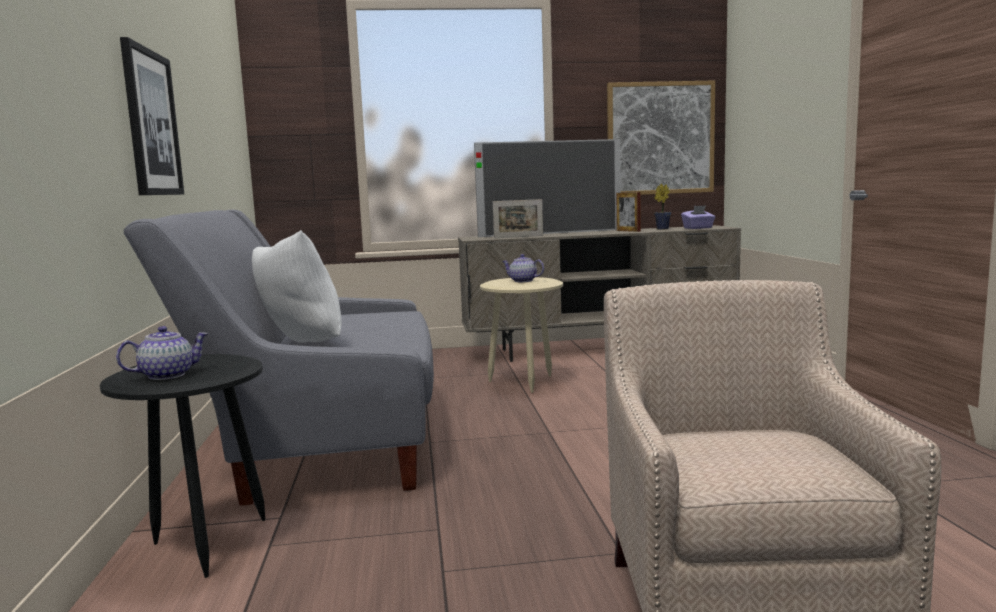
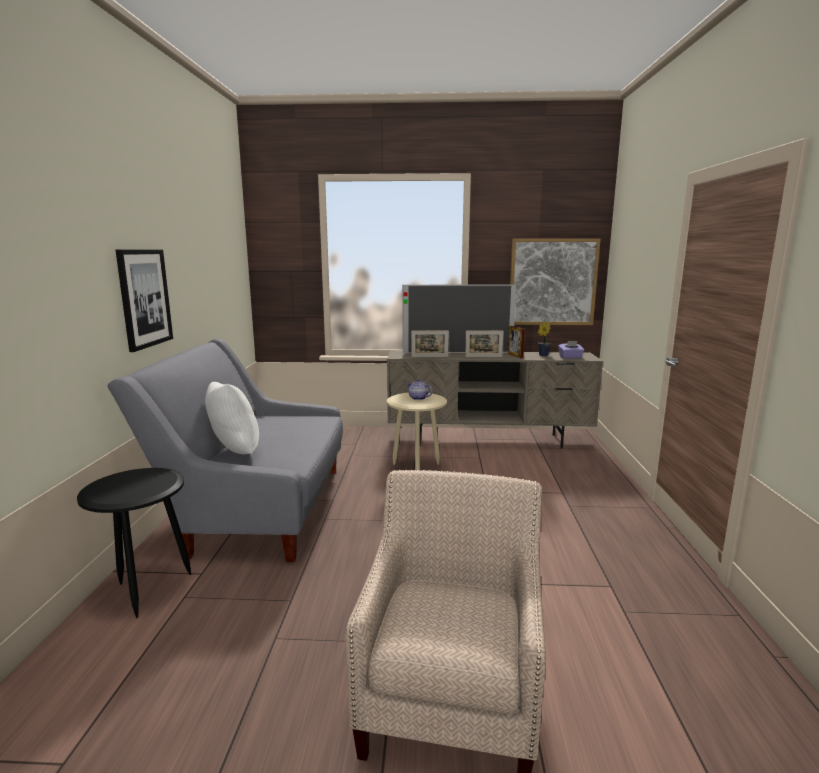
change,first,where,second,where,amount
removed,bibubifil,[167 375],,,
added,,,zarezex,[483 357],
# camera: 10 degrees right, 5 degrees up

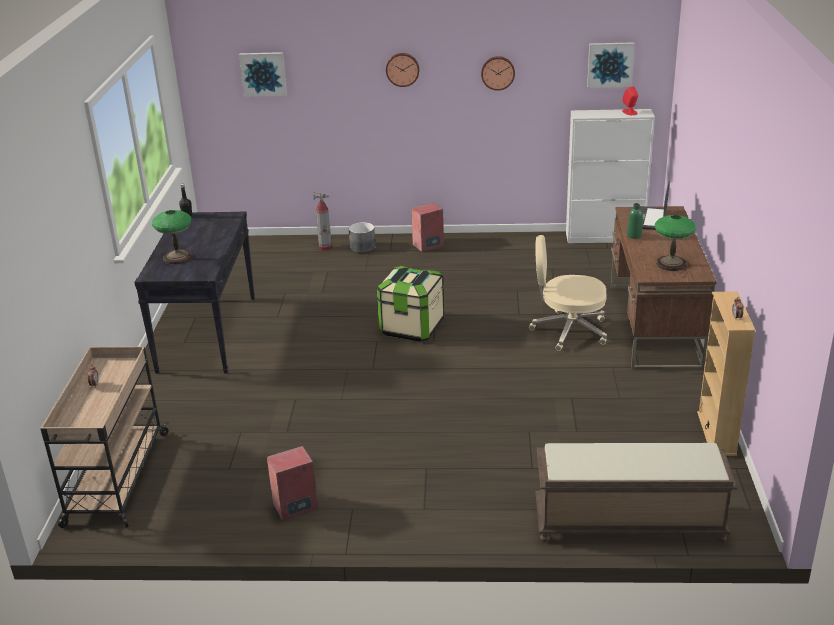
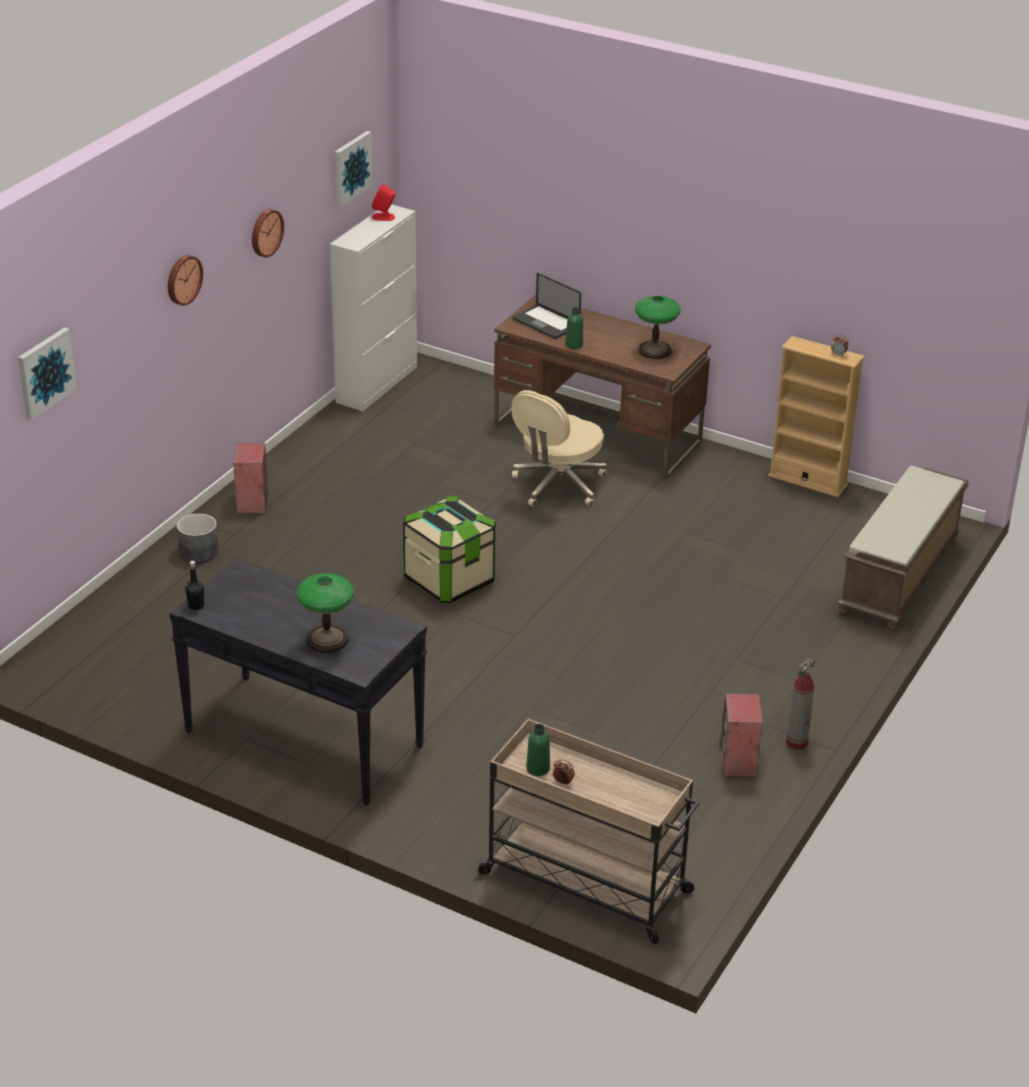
change,first,where,second,where,amount
added,,,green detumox,[538 769],
moved,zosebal,[325 248],,[797 742],
# camera: 65 degrees left, 5 degrees up

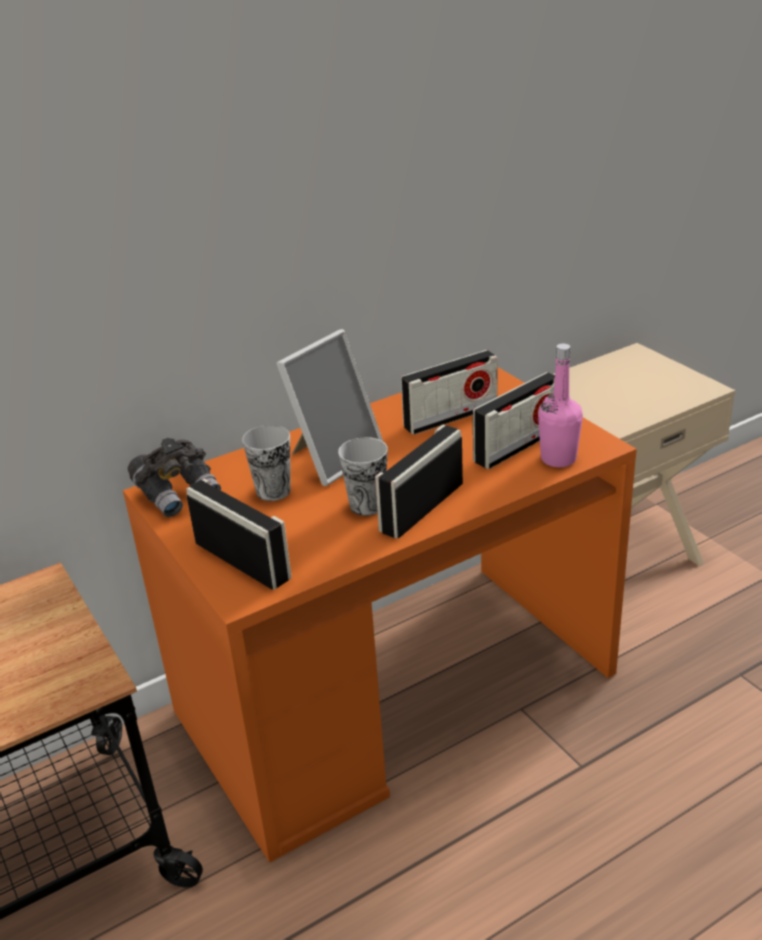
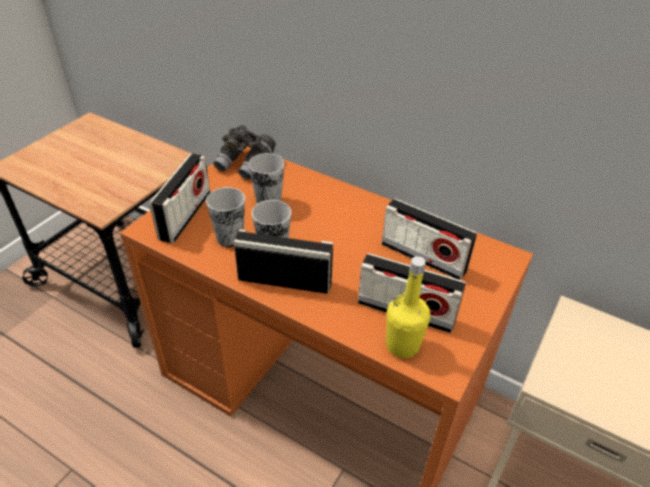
change,first,where,second,where,amount
removed,zarezex,[334 457],,,
added,,,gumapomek,[230 237],
recoloured,pink detumox,[558 459],yellow detumox,[402 345],
# camera: 60 degrees right, 10 degrees up

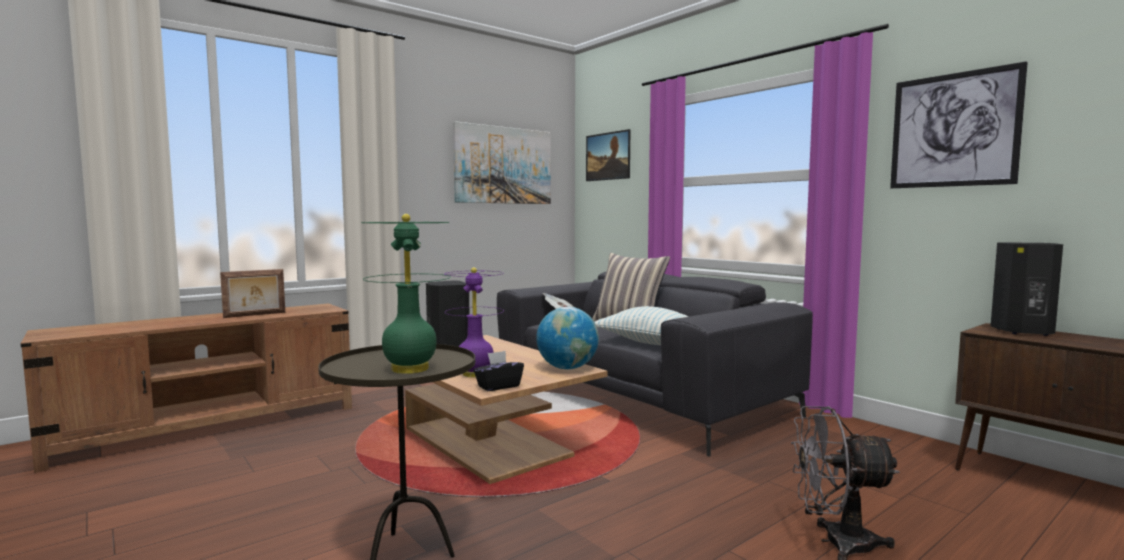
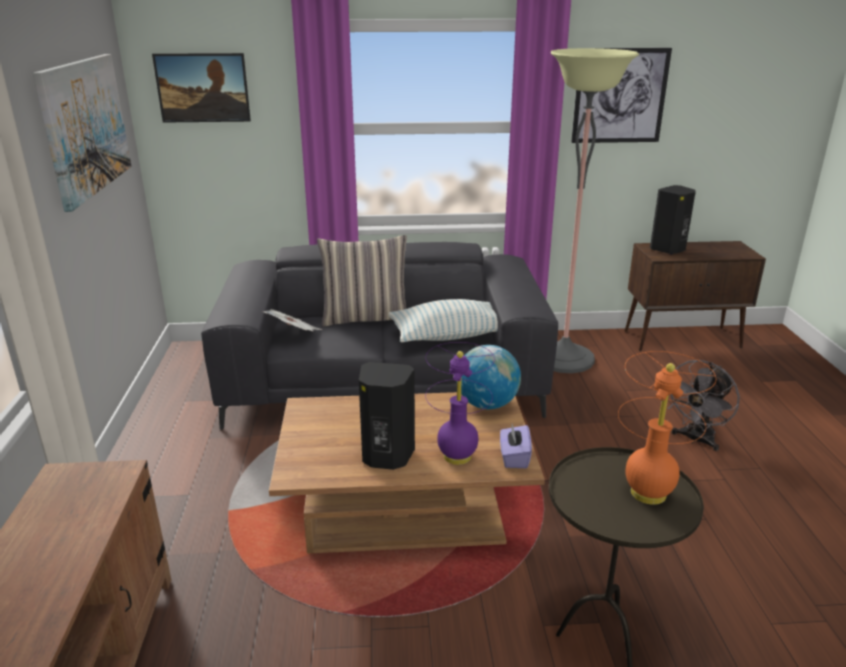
change,first,where,second,where,amount
removed,zarezex,[255 315],,,
added,,,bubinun,[563 358],
recoloured,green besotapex,[410 369],orange besotapex,[648 493],
recoloured,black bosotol,[498 386],purple bosotol,[514 457],
# camera: 55 degrees left, 20 degrees up

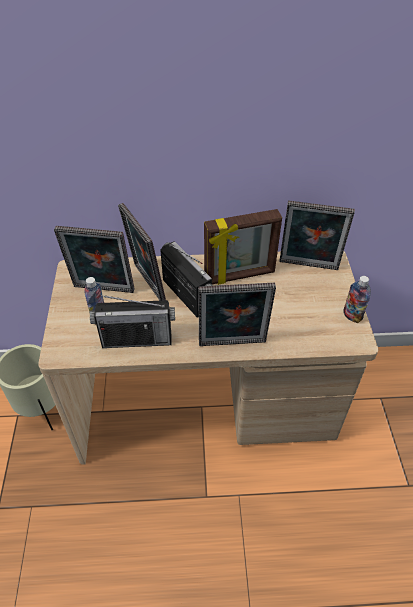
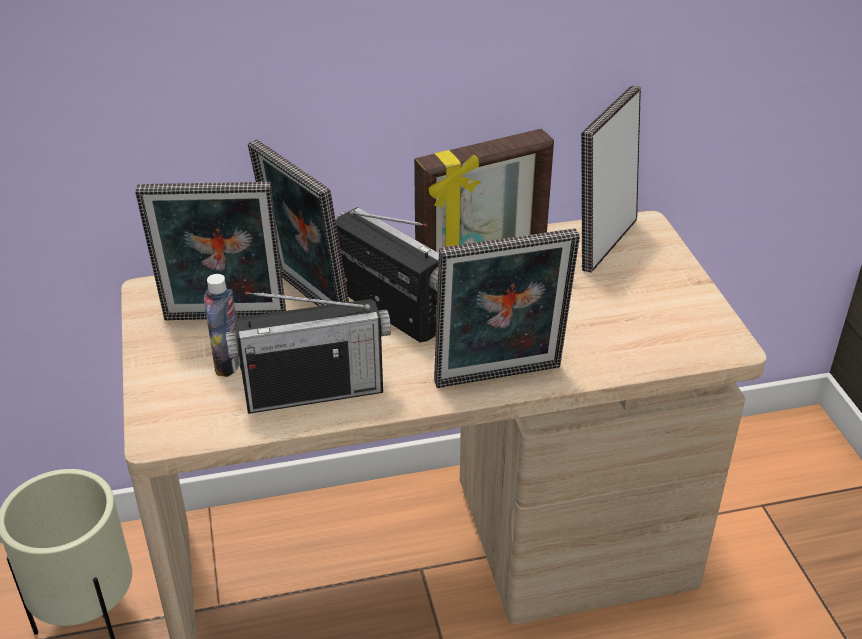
change,first,where,second,where,amount
removed,detumox,[352 316],,,
turned,zarezex,[308 267],,[603 242],120 degrees clockwise
# camera: 10 degrees left, 10 degrees down

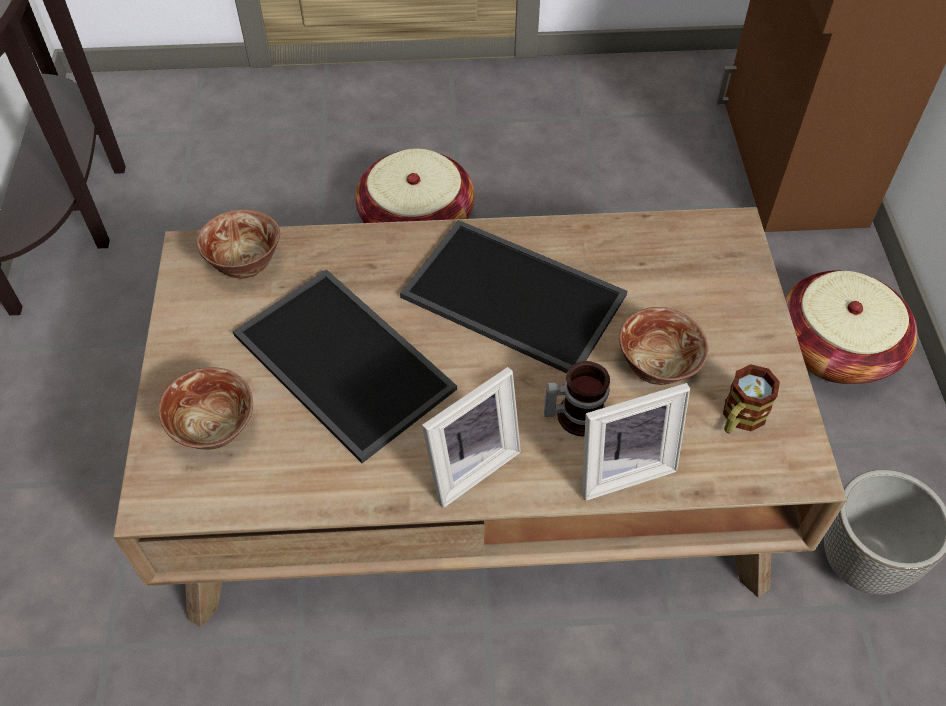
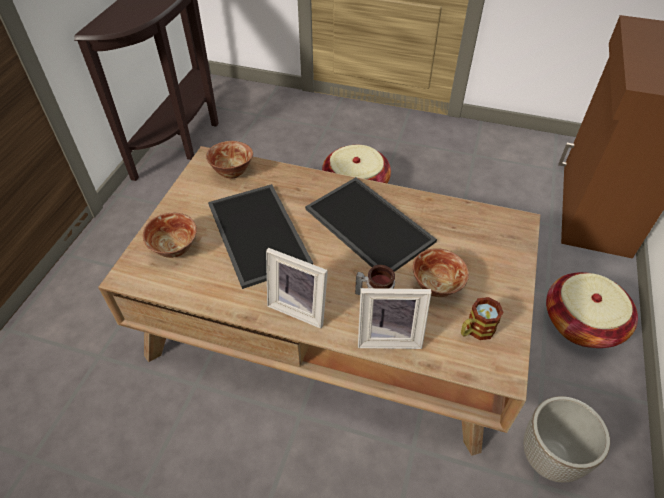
change,first,where,second,where,amount
turned,zarezex,[468 464],,[300 307],45 degrees clockwise
# camera: 20 degrees right, 5 degrees down

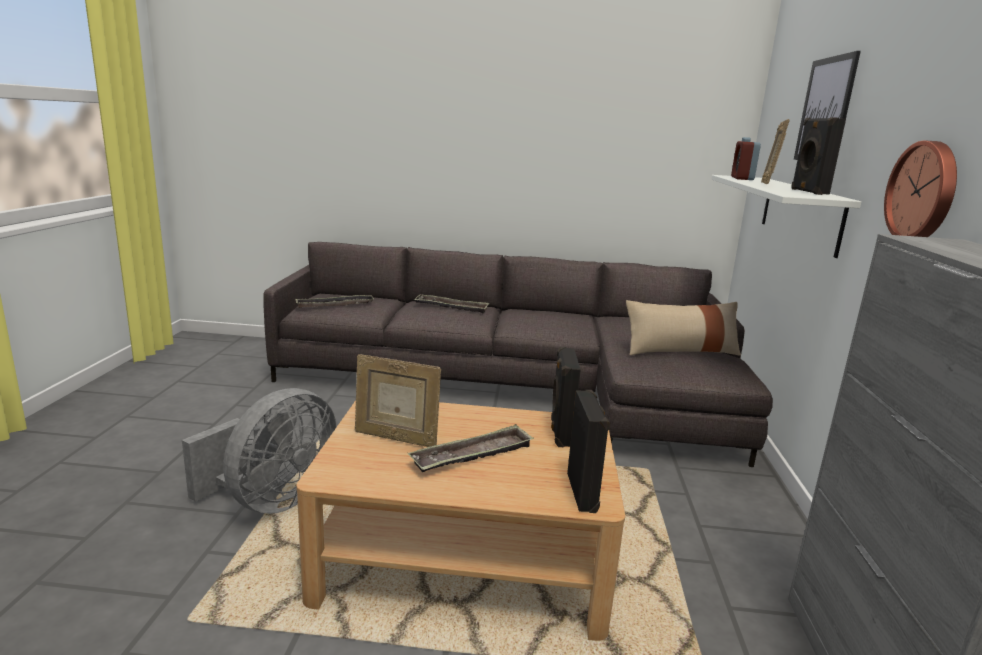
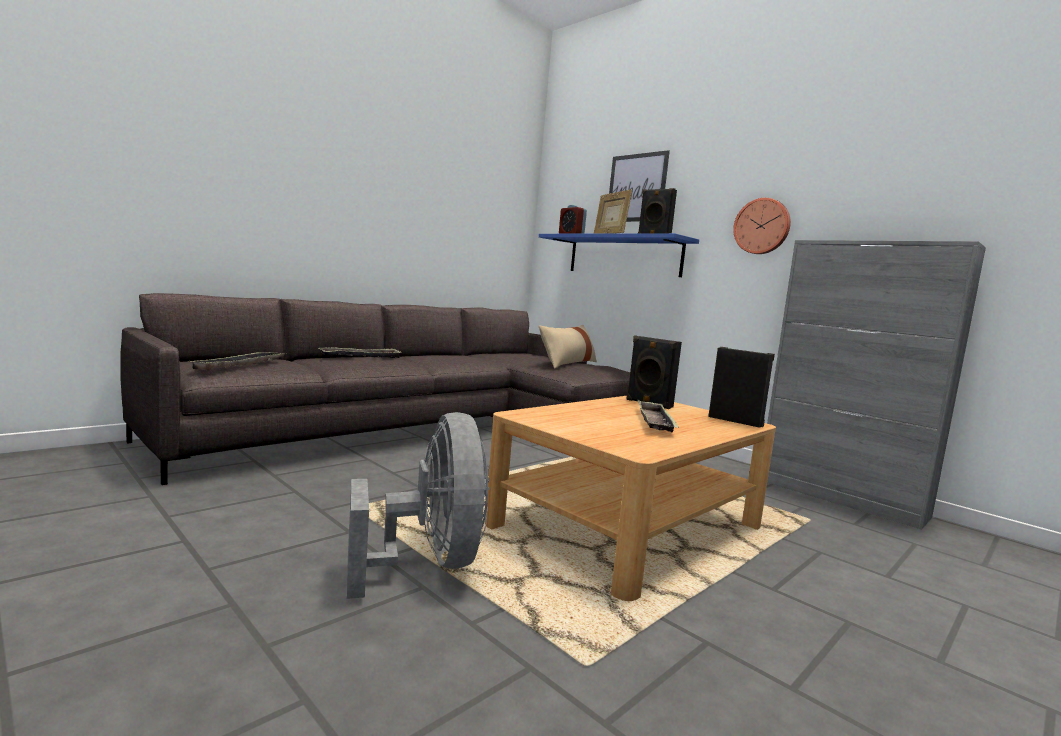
change,first,where,second,where,amount
removed,zarezex,[396 438],,,
recoloured,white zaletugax,[800 213],blue zaletugax,[624 256],
# camera: 50 degrees left, 10 degrees down

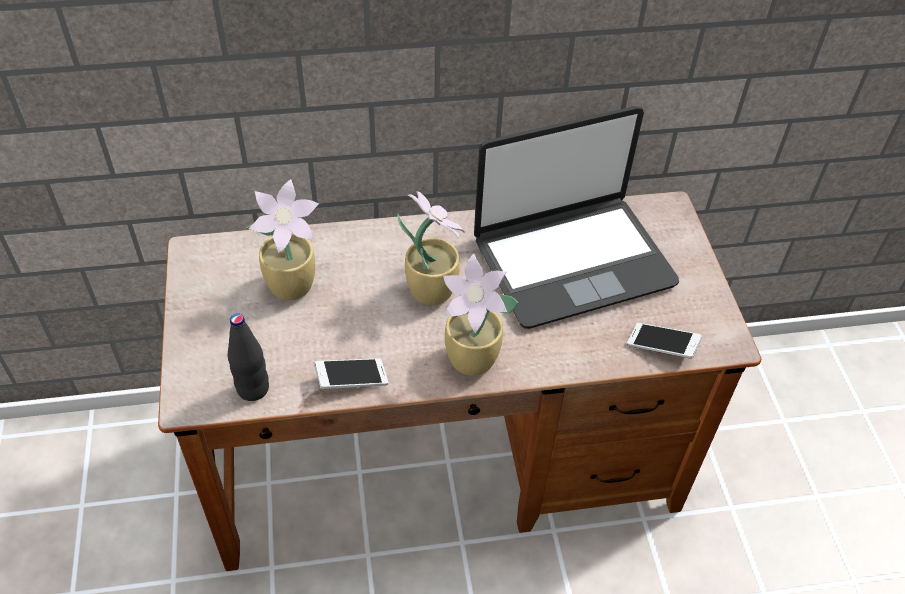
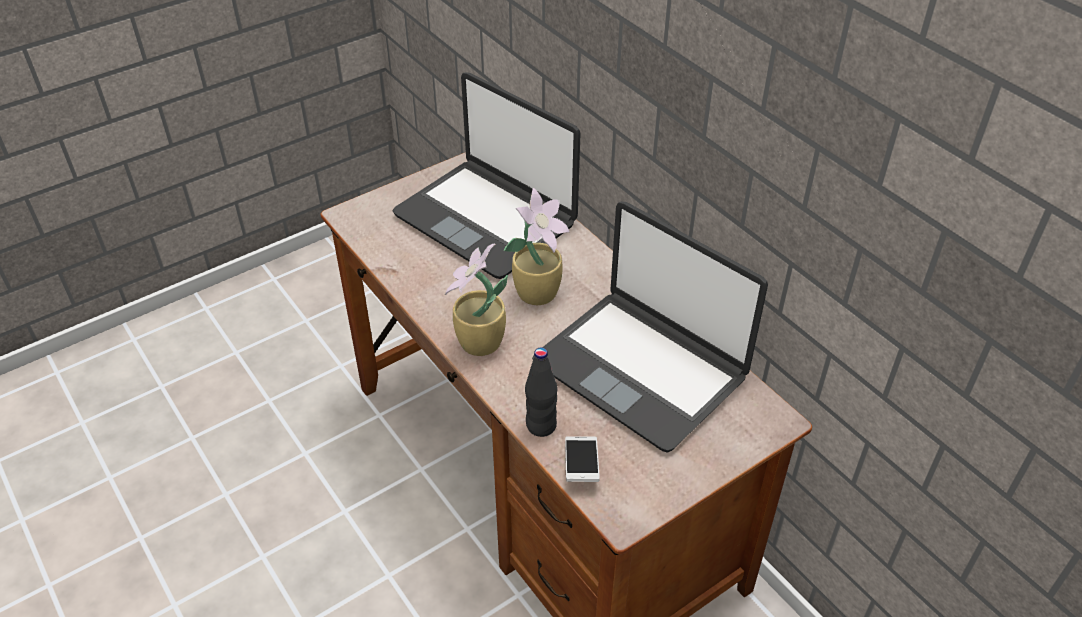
change,first,where,second,where,amount
removed,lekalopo,[352 380],,,
moved,black detumox,[253 389],,[541 426],
replaced,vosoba,[294 285],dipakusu,[486 219],
# camera: 65 degrees right, 5 degrees down

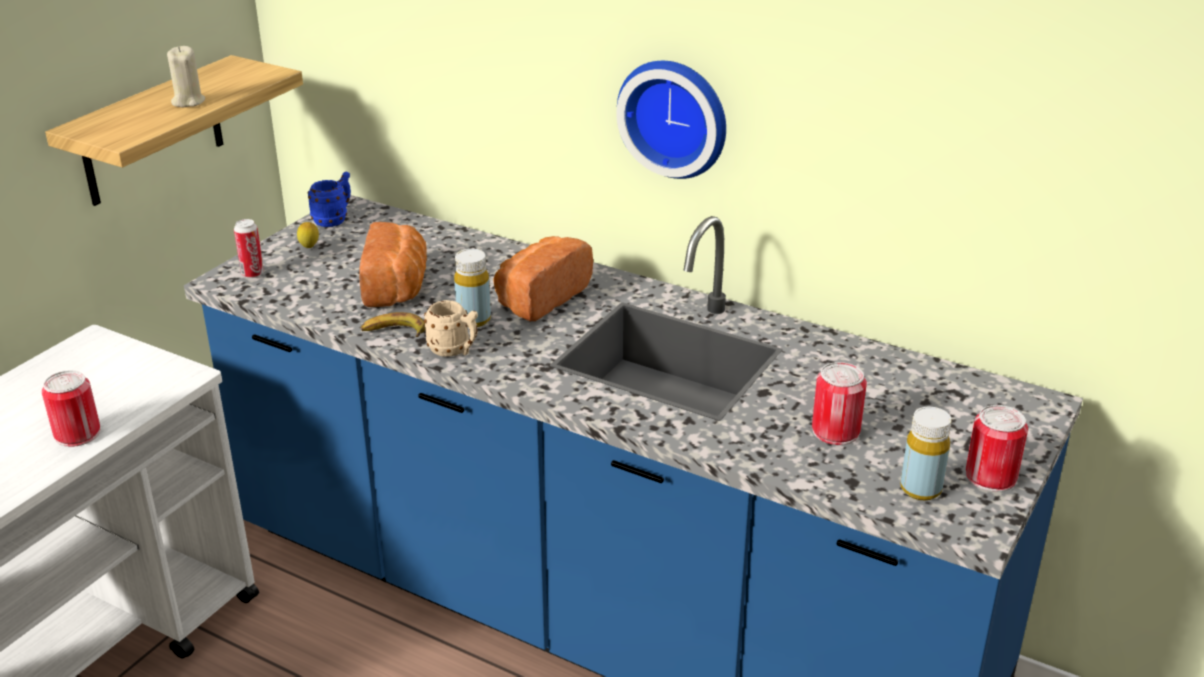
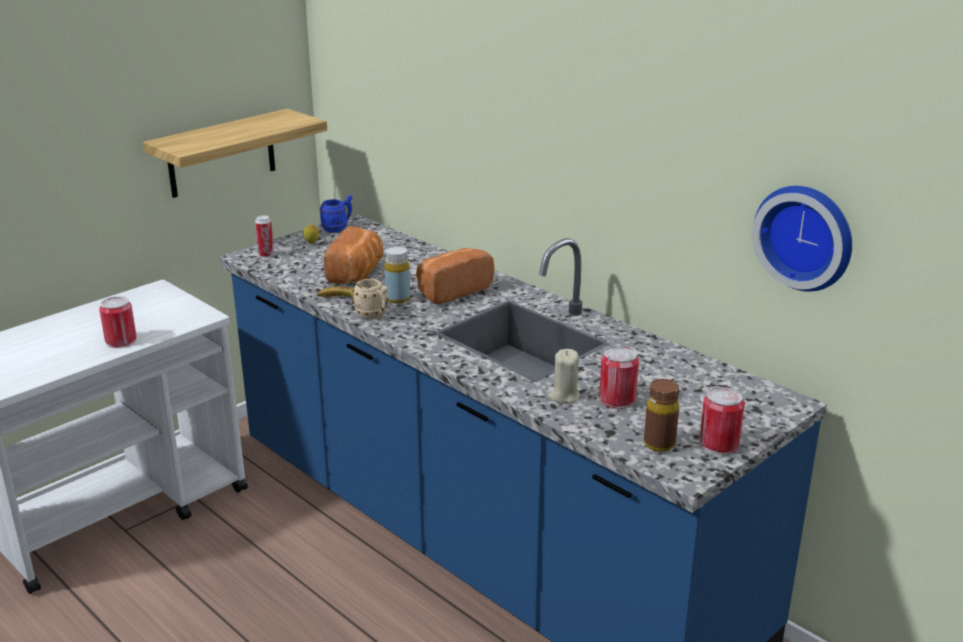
change,first,where,second,where,amount
moved,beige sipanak,[188 101],,[564 396],
moved,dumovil,[675 116],,[806 236],
recoloured,yellow detumox,[920 489],brown detumox,[659 444],
# camera: 15 degrees right, 5 degrees down

